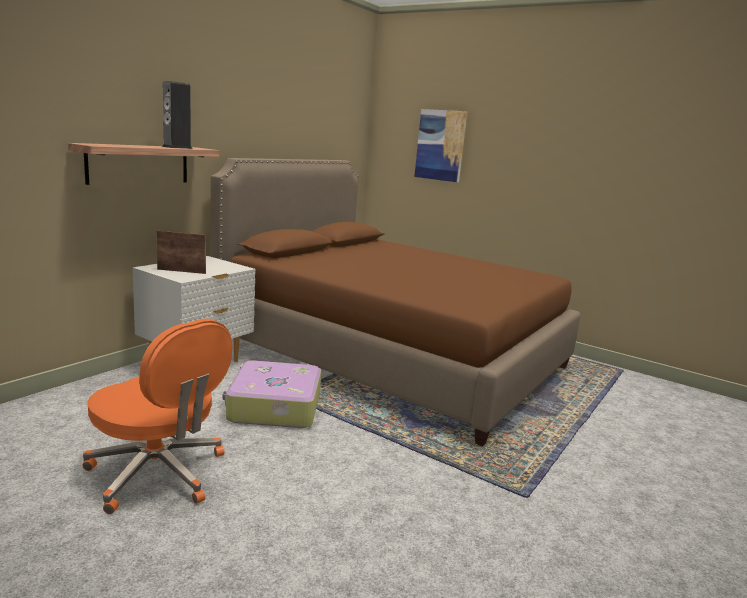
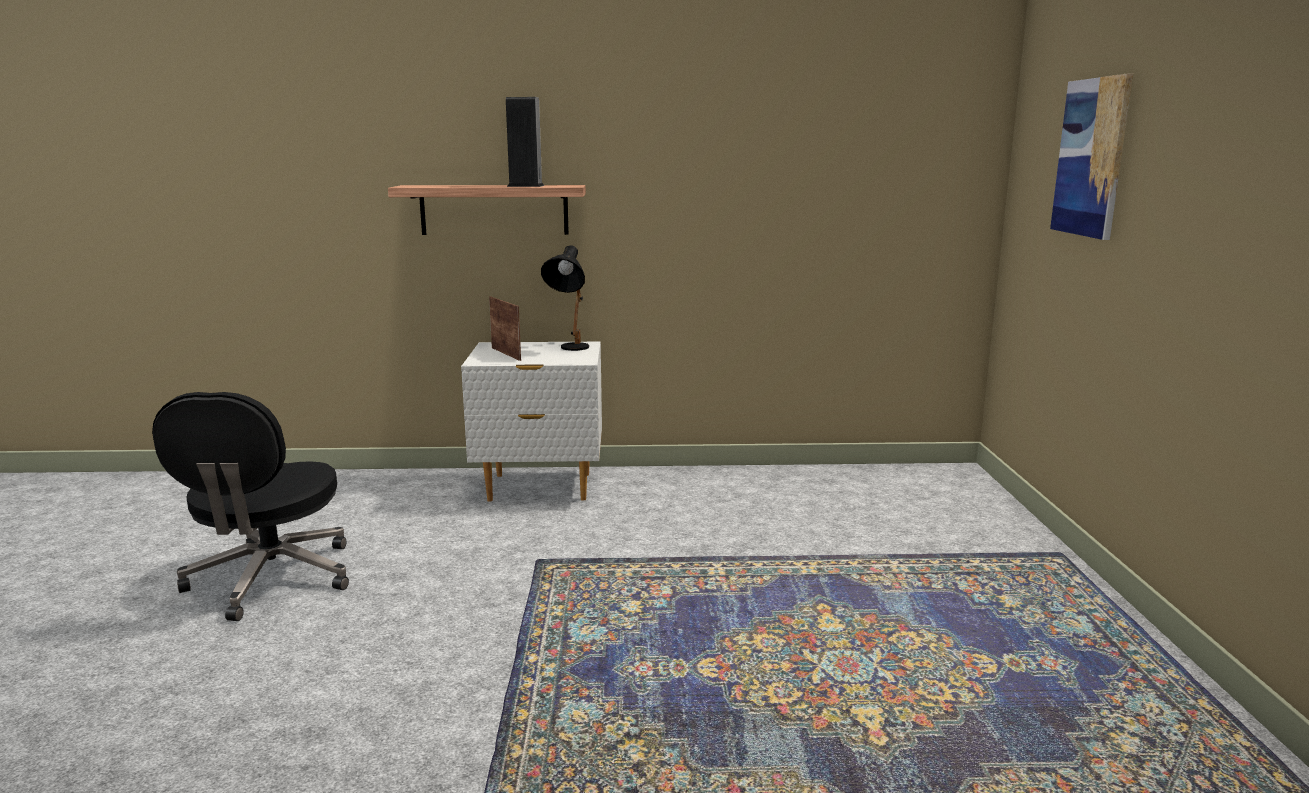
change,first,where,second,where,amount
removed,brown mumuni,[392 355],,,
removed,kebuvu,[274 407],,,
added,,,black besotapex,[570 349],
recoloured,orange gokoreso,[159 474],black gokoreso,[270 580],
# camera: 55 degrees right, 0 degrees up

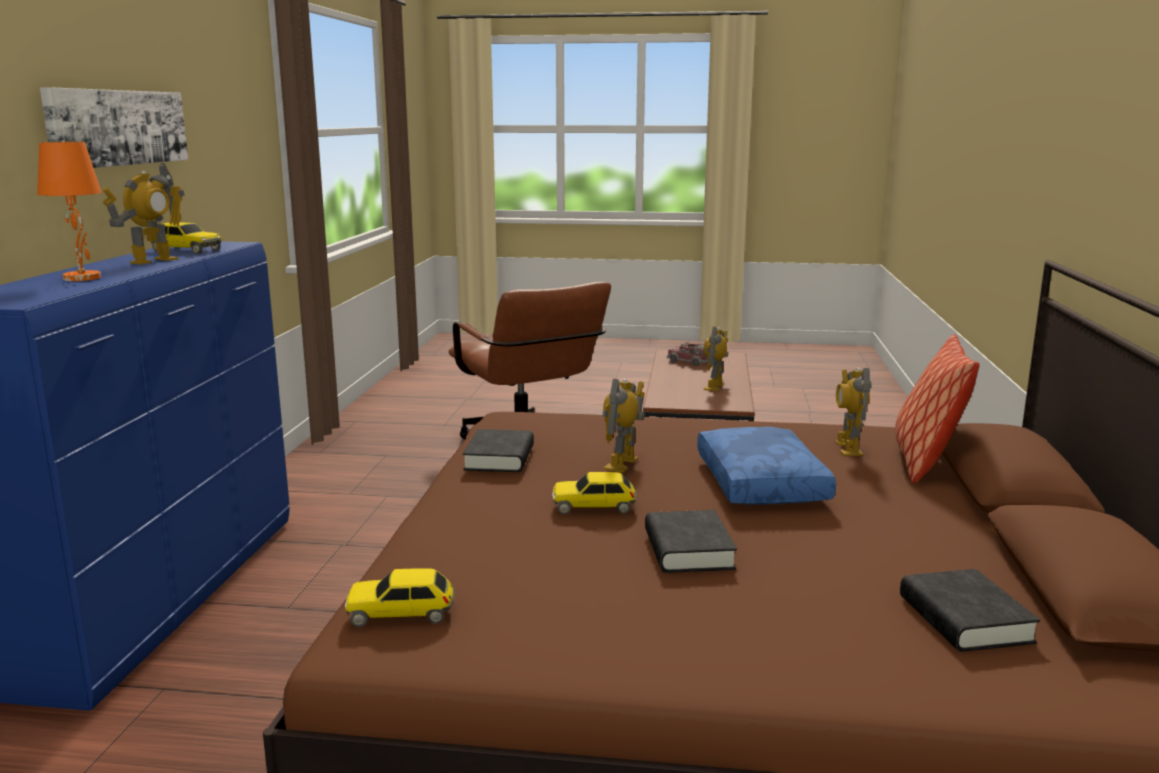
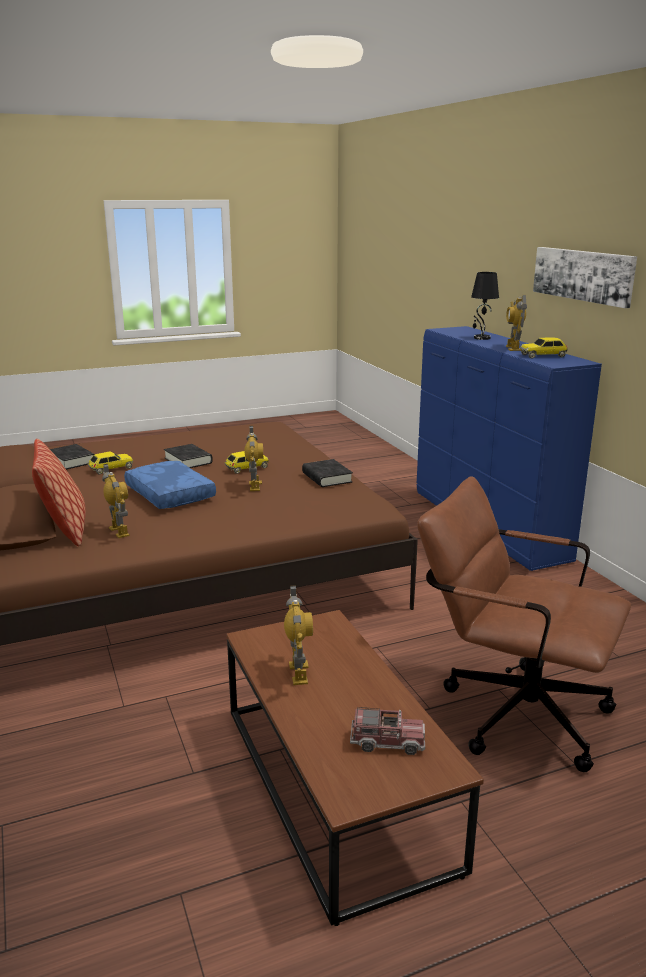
change,first,where,second,where,amount
moved,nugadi,[401 613],,[111 469],
recoloured,orange besotapex,[83 278],black besotapex,[481 338],
# camera: 150 degrees right, 5 degrees up

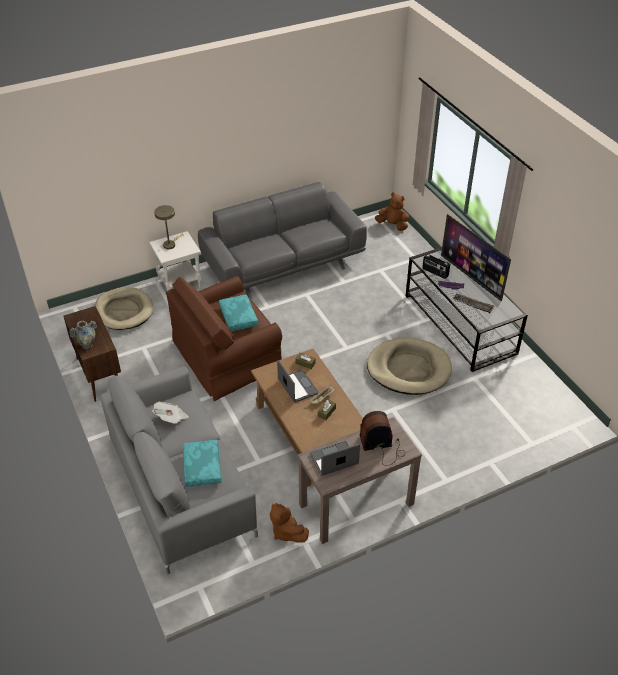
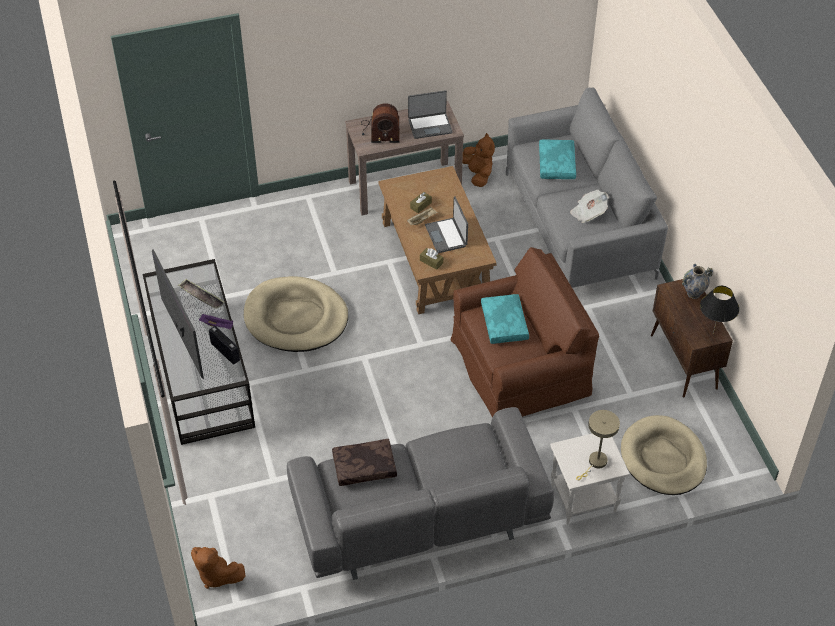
change,first,where,second,where,amount
added,,,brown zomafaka,[364 468],
added,,,black besotapex,[713 333],
# camera: 170 degrees left, 5 degrees up

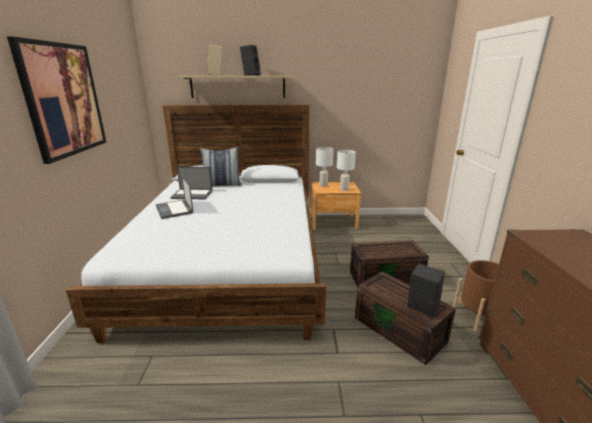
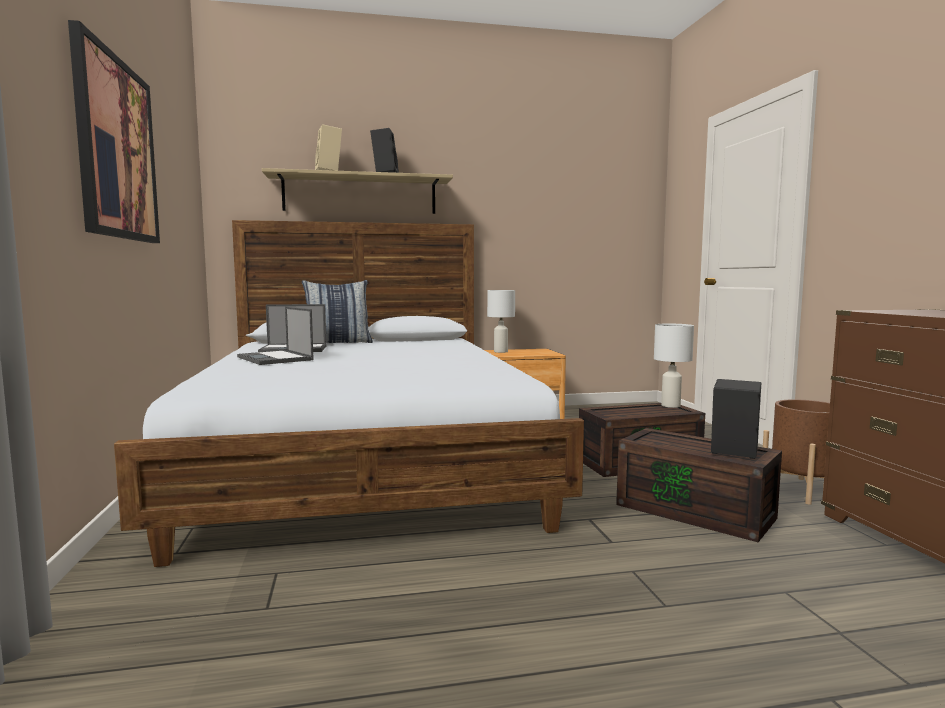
change,first,where,second,where,amount
moved,white besotapex,[344 189],,[670 405],
# camera: 10 degrees left, 15 degrees down

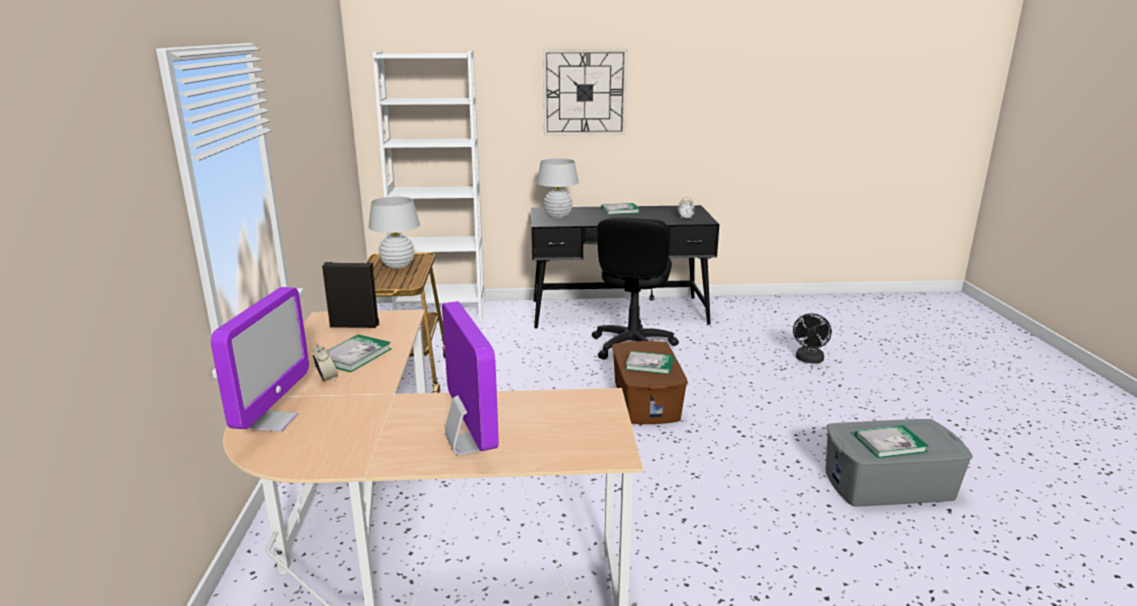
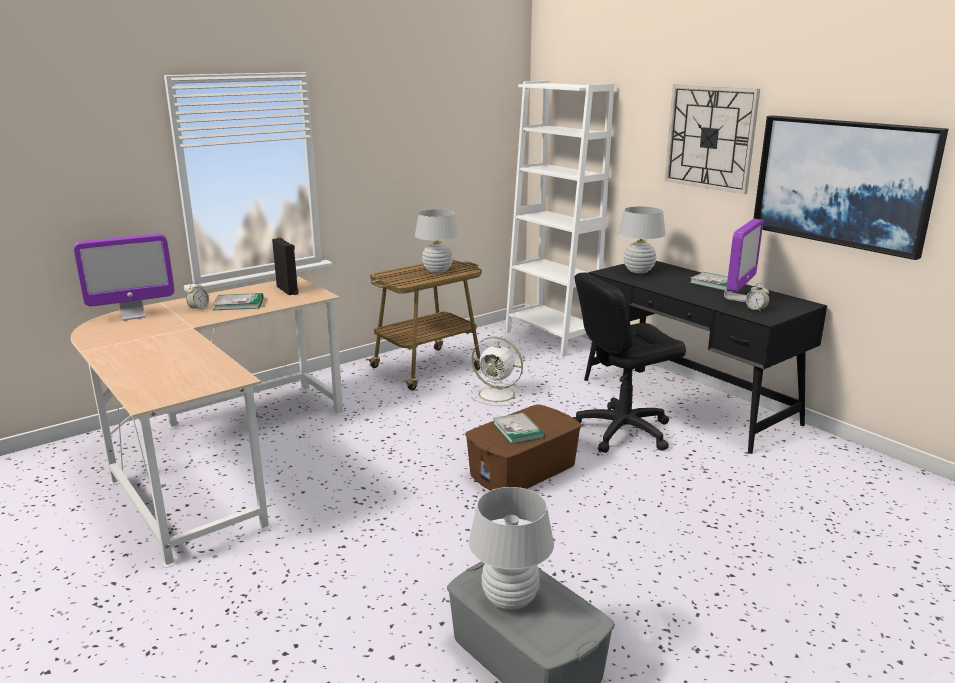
change,first,where,second,where,amount
removed,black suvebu,[809 360],,,
added,,,white suvebu,[498 394],
added,,,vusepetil,[842 182],
moved,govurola,[468 443],,[737 298],
replaced,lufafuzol,[890 444],white besotapex,[510 600],
# camera: 55 degrees right, 0 degrees up

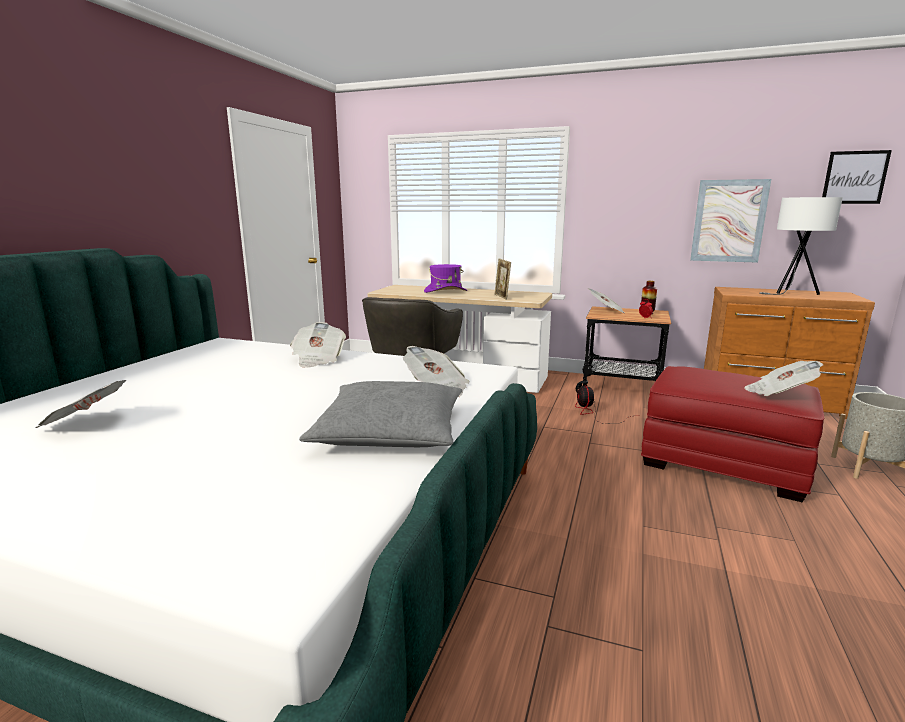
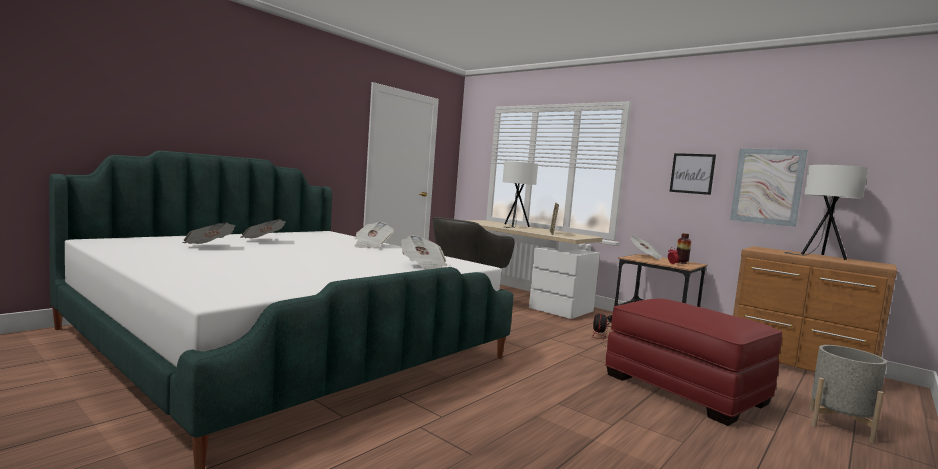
change,first,where,second,where,amount
removed,grey zomafaka,[390 431],,,
moved,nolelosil,[779 393],,[262 241],
moved,vusepetil,[854 177],,[692 173],
replaced,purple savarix,[445 291],white besotapex,[514 226],
# camera: 20 degrees right, 10 degrees down

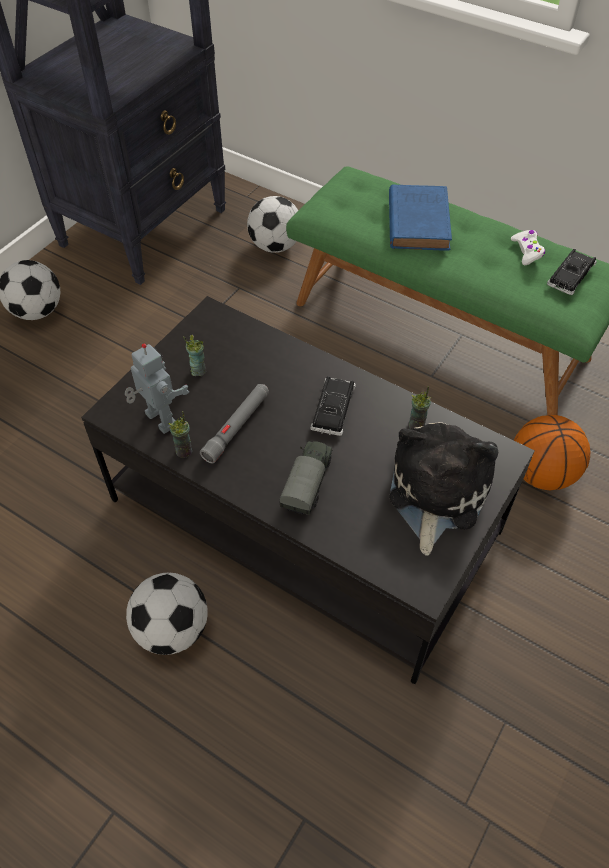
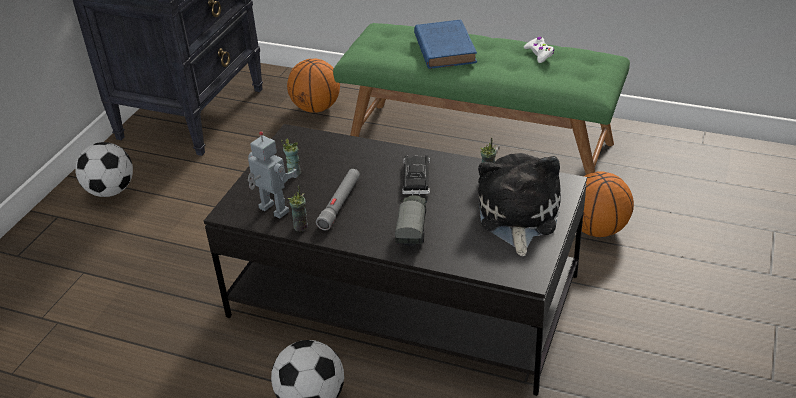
change,first,where,second,where,amount
removed,black nugadi,[570 275],,,
replaced,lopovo,[275 246],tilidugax,[316 108],
# camera: 10 degrees left, 15 degrees down

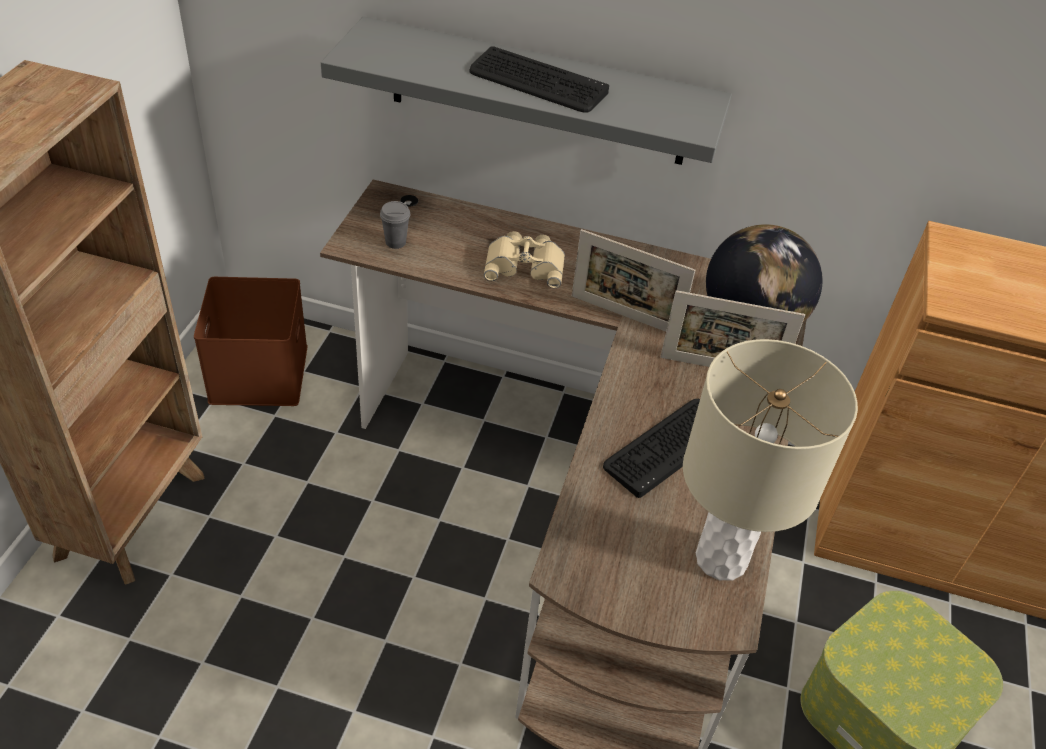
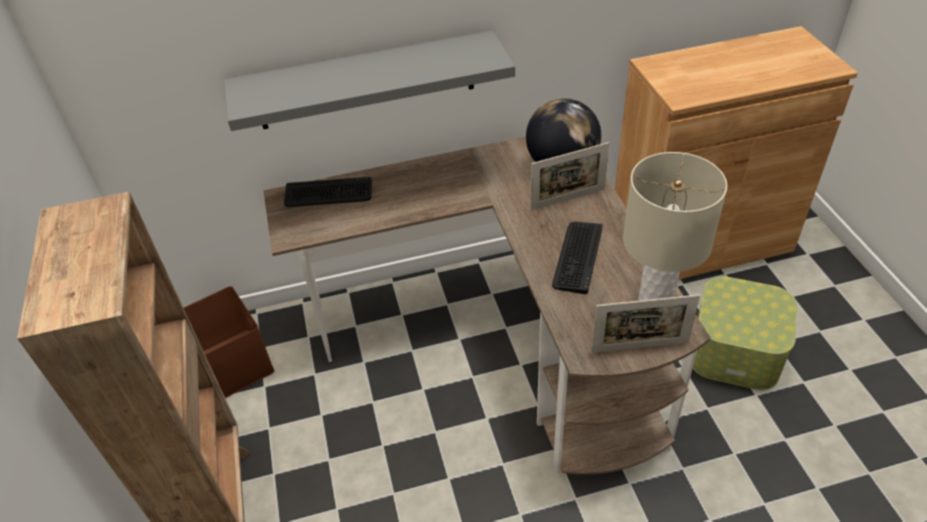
change,first,where,second,where,amount
removed,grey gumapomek,[395 242],,,
removed,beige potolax,[525 265],,,
moved,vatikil,[537 82],,[328 193],
moved,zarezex,[624 315],,[639 347],
# camera: 25 degrees left, 0 degrees up

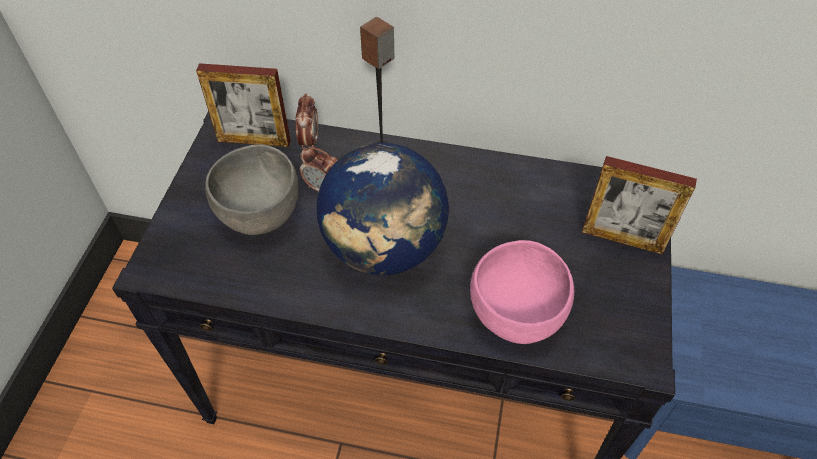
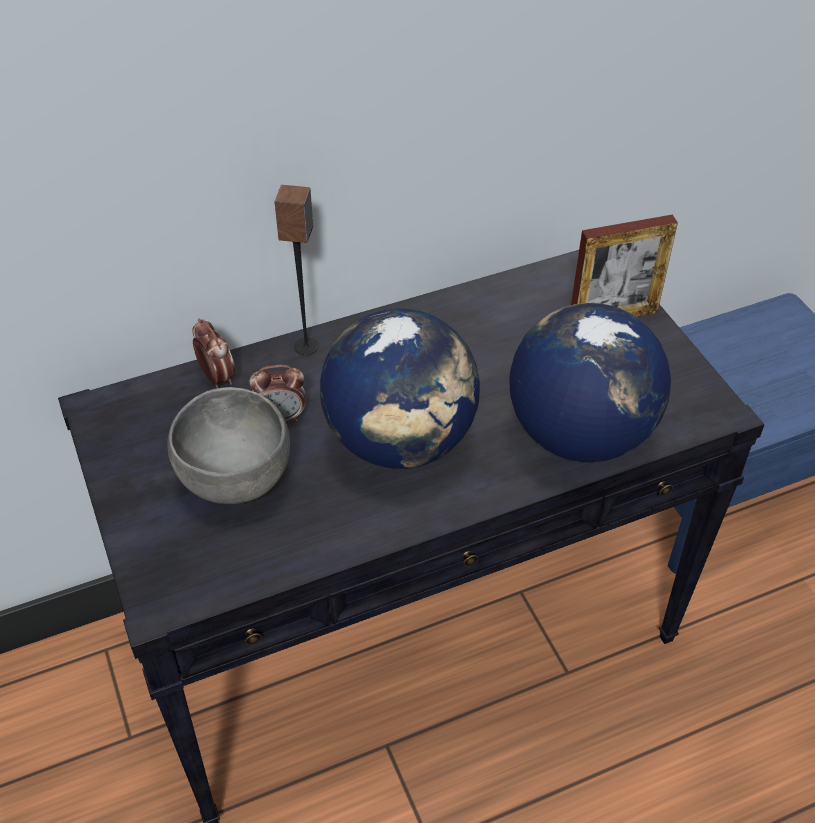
change,first,where,second,where,amount
removed,zarezex,[254 140],,,
replaced,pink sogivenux,[515 315],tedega,[579 433],
# camera: 35 degrees left, 5 degrees down

